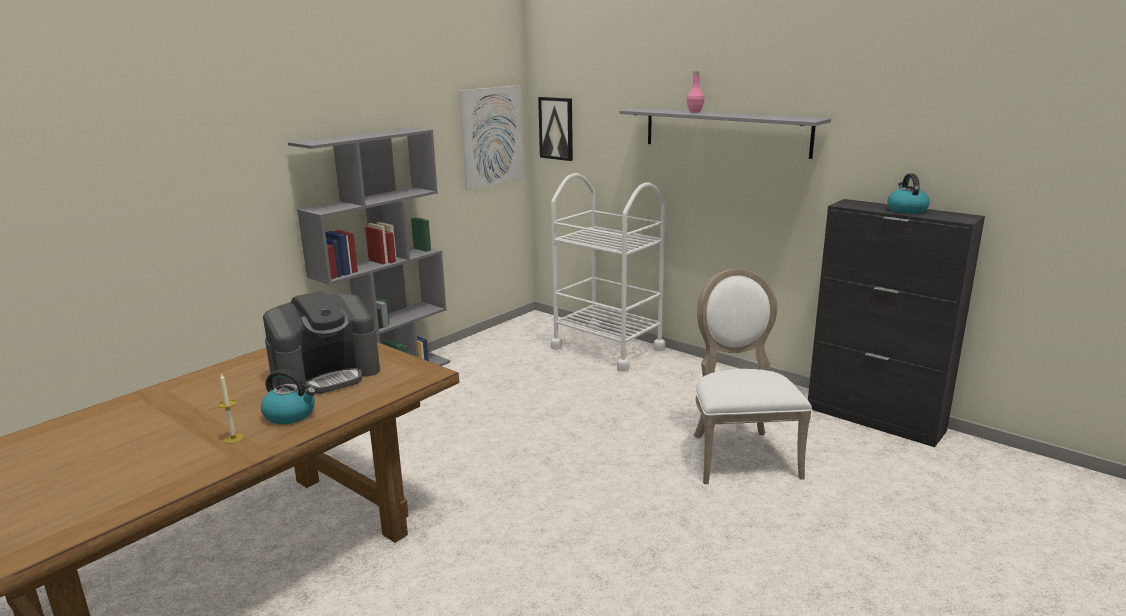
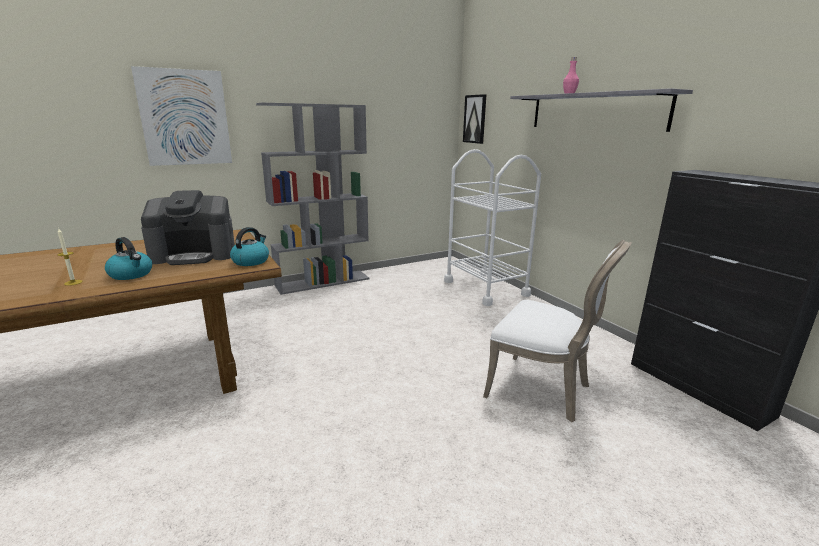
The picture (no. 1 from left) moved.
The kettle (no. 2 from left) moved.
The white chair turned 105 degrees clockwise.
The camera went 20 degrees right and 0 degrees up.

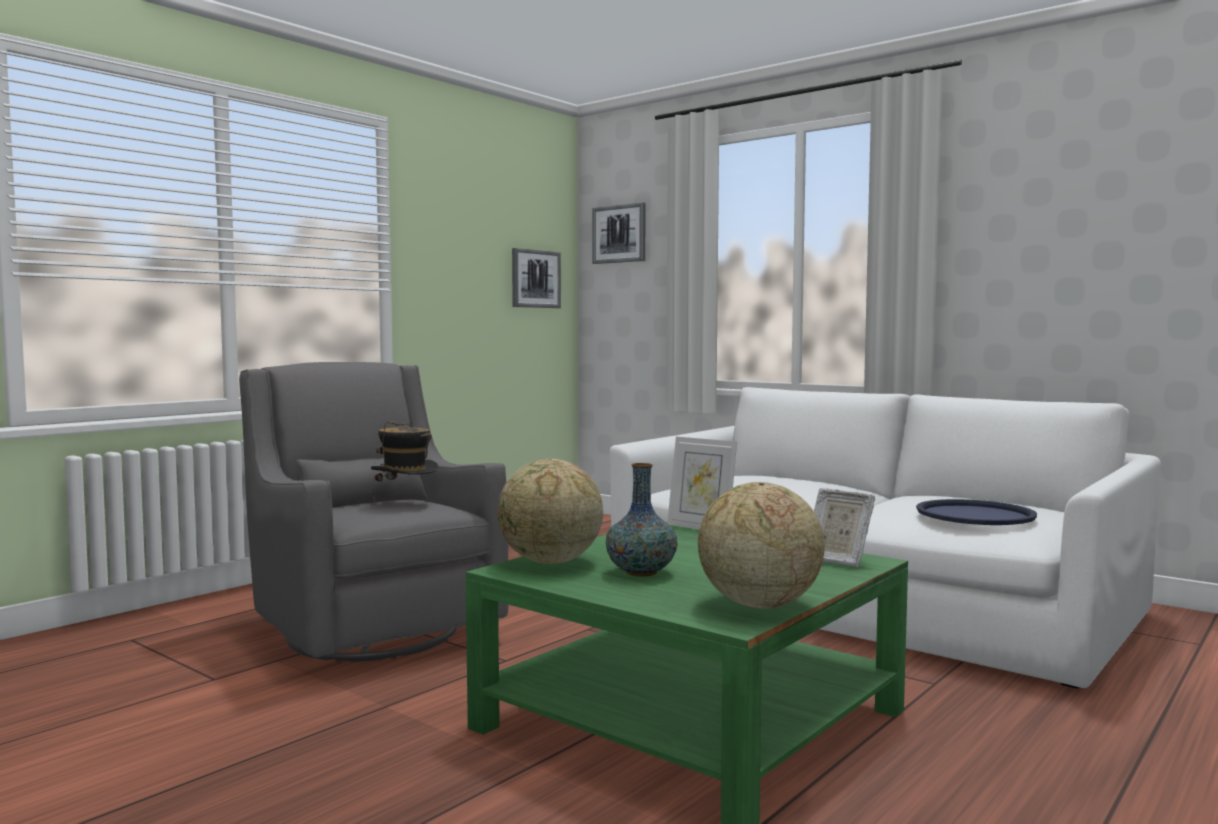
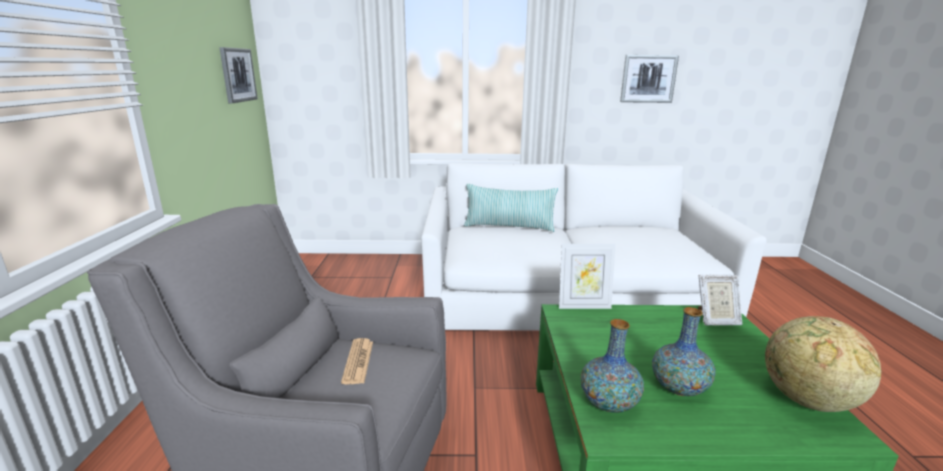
The picture (no. 2 from left) moved.
The hat was replaced by the newspaper.
The globe (no. 1 from left) was replaced by the vase (no. 1 from left).
The blue tray disappeared.
The pillow appeared.
The camera went 40 degrees left and 15 degrees up.

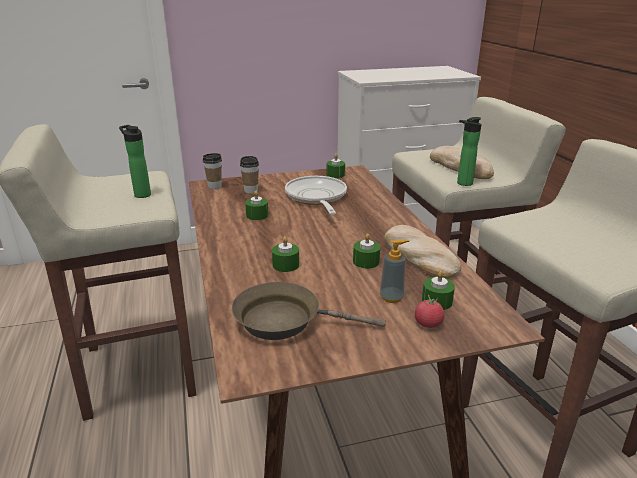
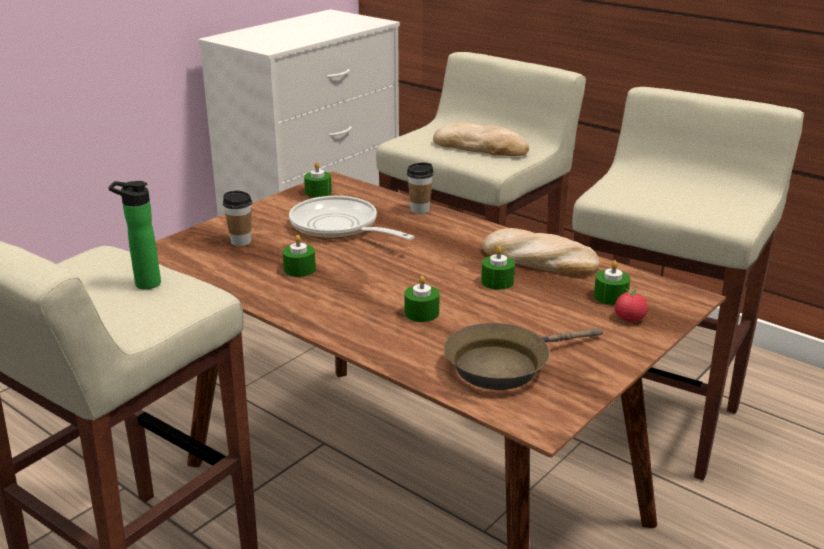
The bottle (no. 2 from left) disappeared.
The cup (no. 1 from left in the first image) moved.
The soap dispenser disappeared.
The camera went 35 degrees left and 0 degrees up.

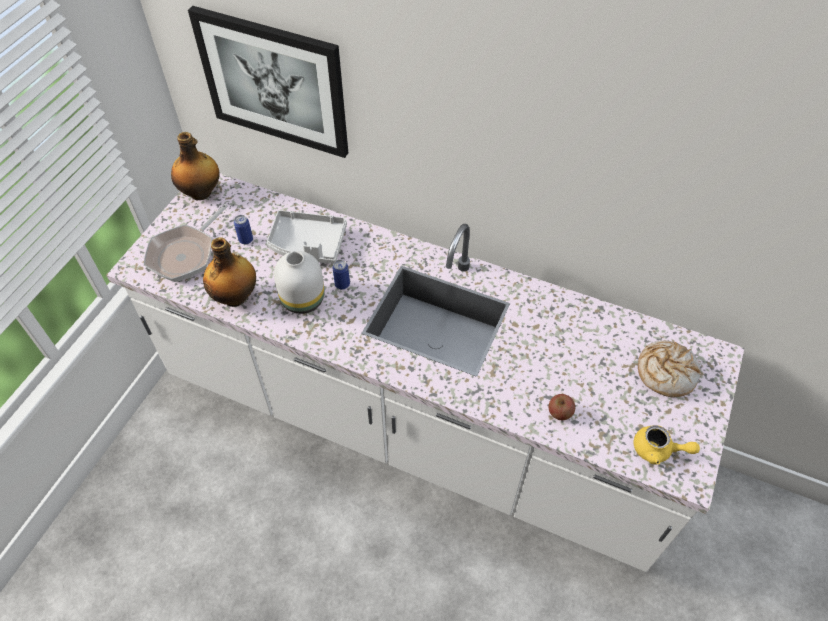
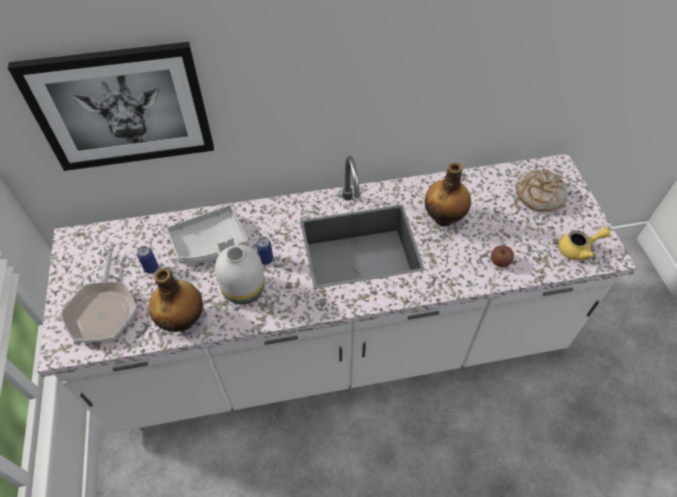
The bottle (no. 1 from left in the first image) moved.
The camera went 35 degrees left and 0 degrees up.

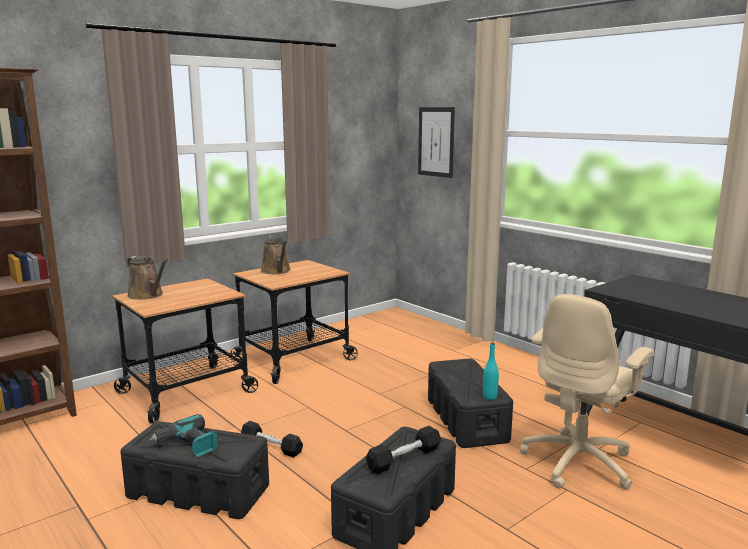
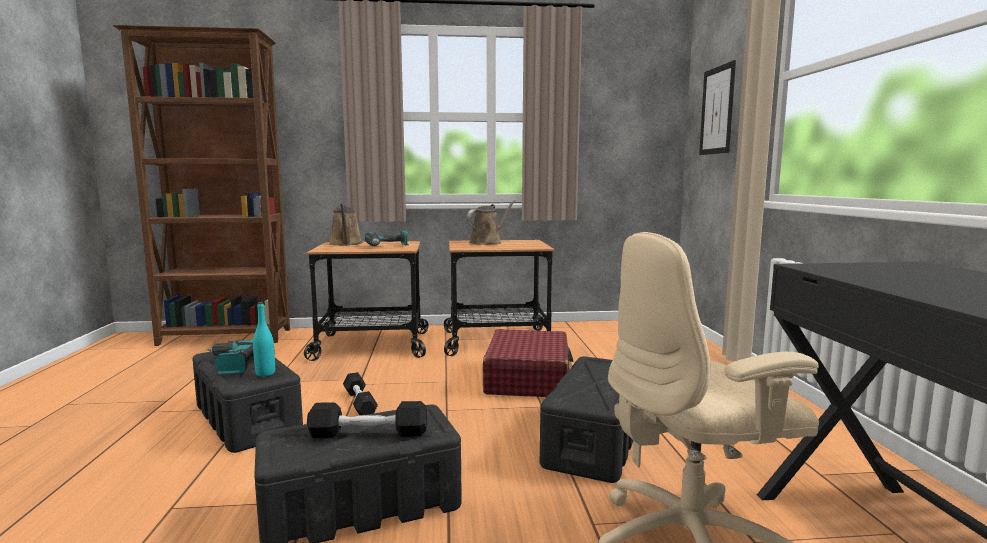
The brown watering can (no. 2 from left) turned 150 degrees counterclockwise.
The turquoise bottle moved.
The power drill (no. 2 from left) appeared.
The red suitcase appeared.
The camera went 35 degrees right and 5 degrees down.

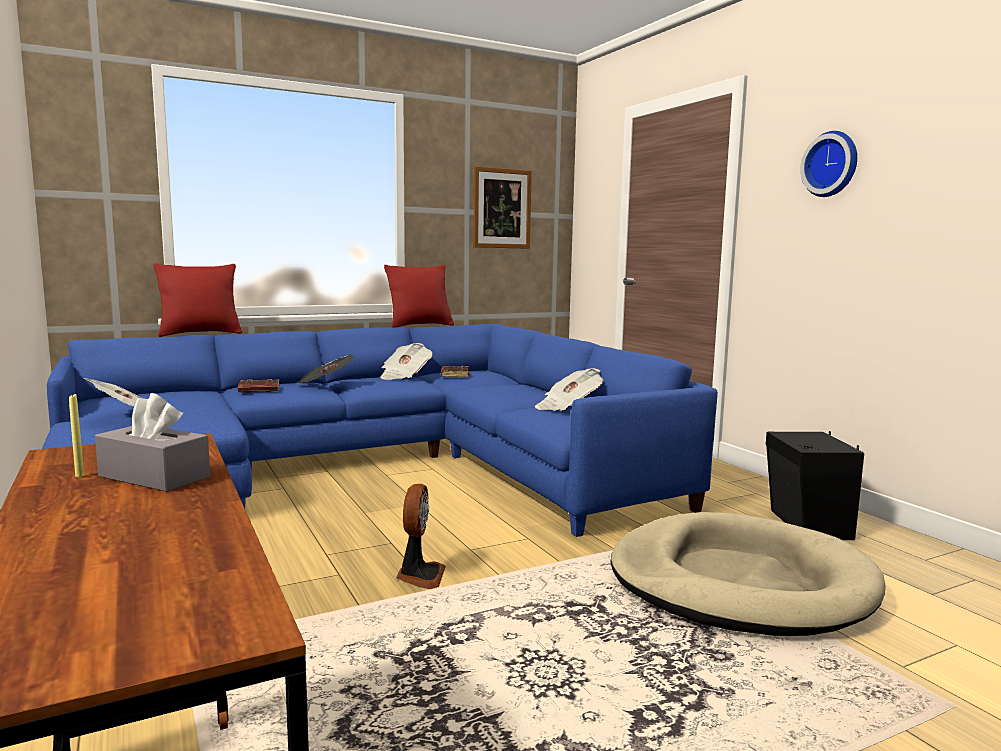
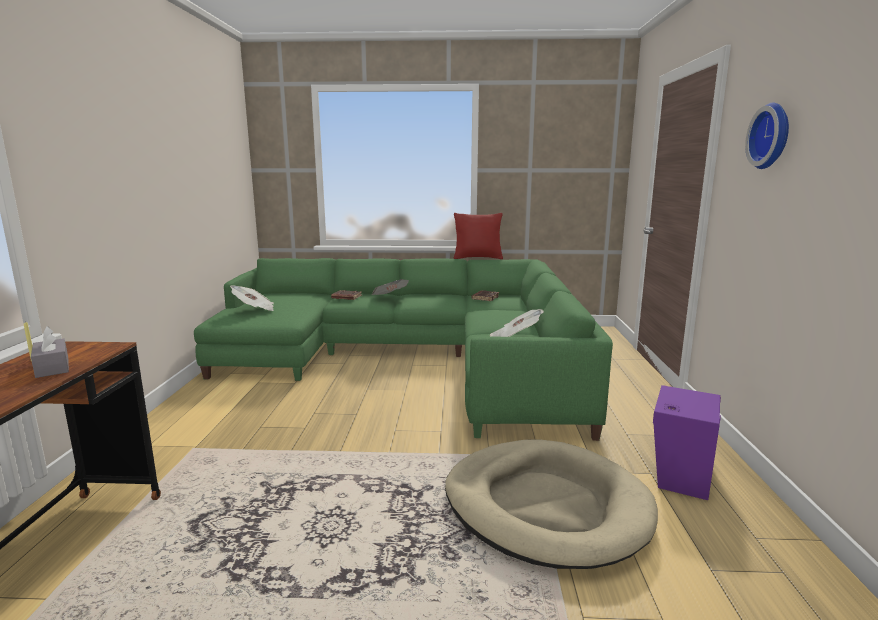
The picture disappeared.
The red pillow (no. 1 from left) disappeared.
The blue sofa became the green sofa.
The newspaper (no. 3 from left) disappeared.
The black speaker became the purple speaker.
The fan disappeared.
The camera went 30 degrees right and 5 degrees up.

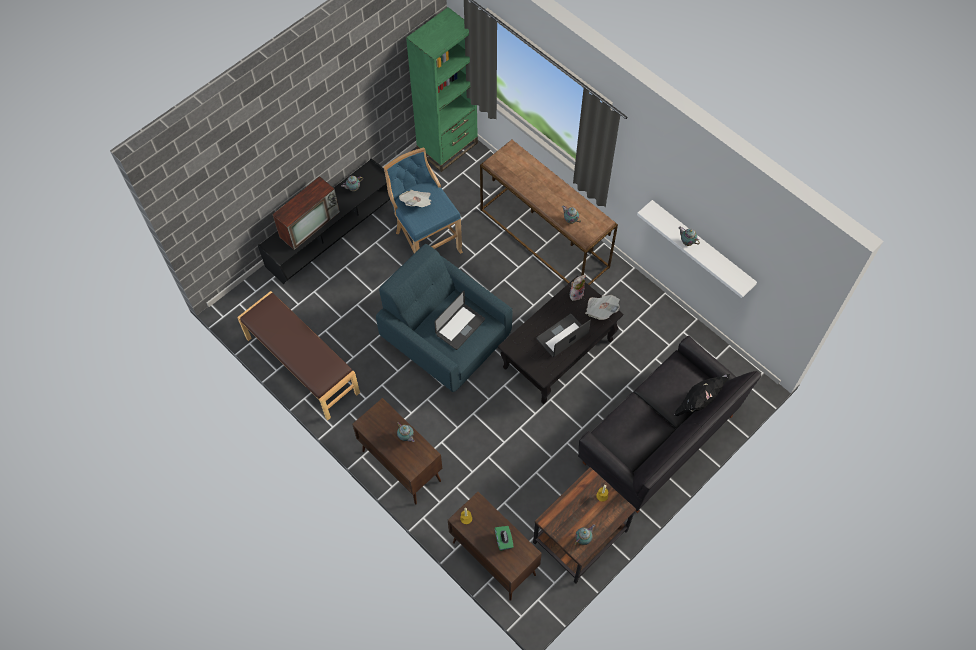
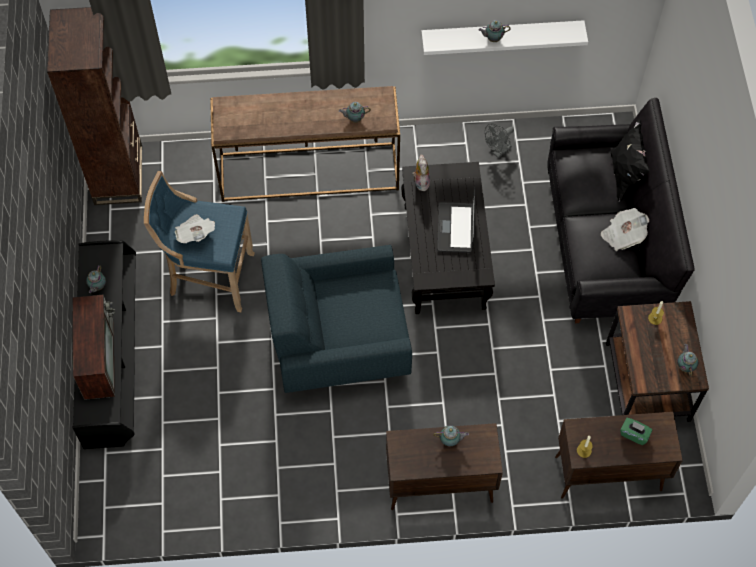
The green bookcase became the brown bookcase.
The brown bench disappeared.
The laptop (no. 1 from left) disappeared.
The newspaper (no. 2 from left) moved.
The grey fan appeared.
The camera went 50 degrees left and 0 degrees up.

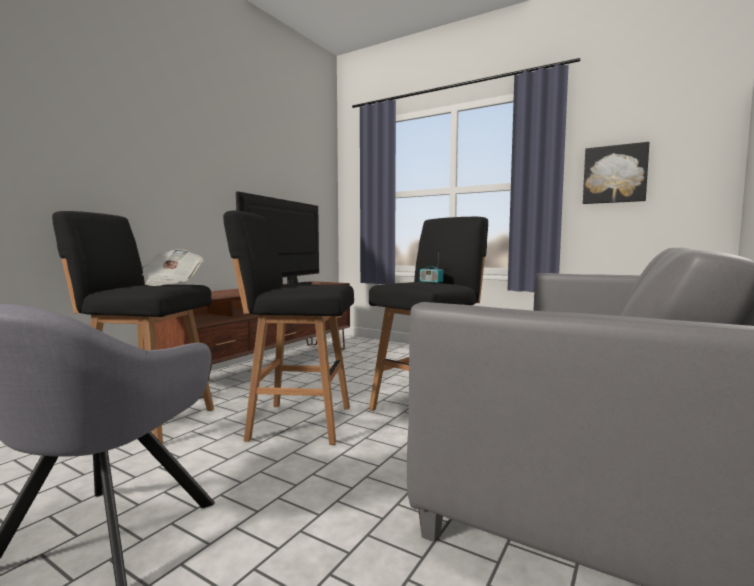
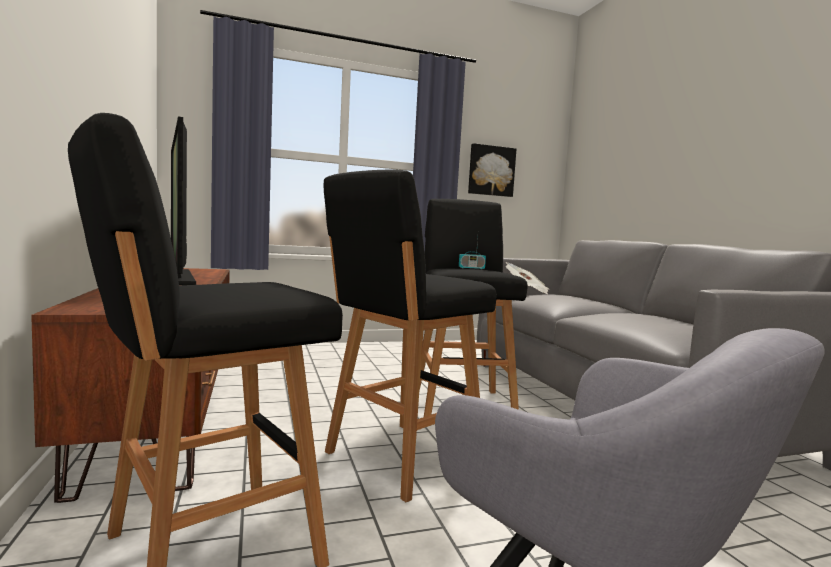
The newspaper moved.
The camera went 50 degrees left and 0 degrees up.

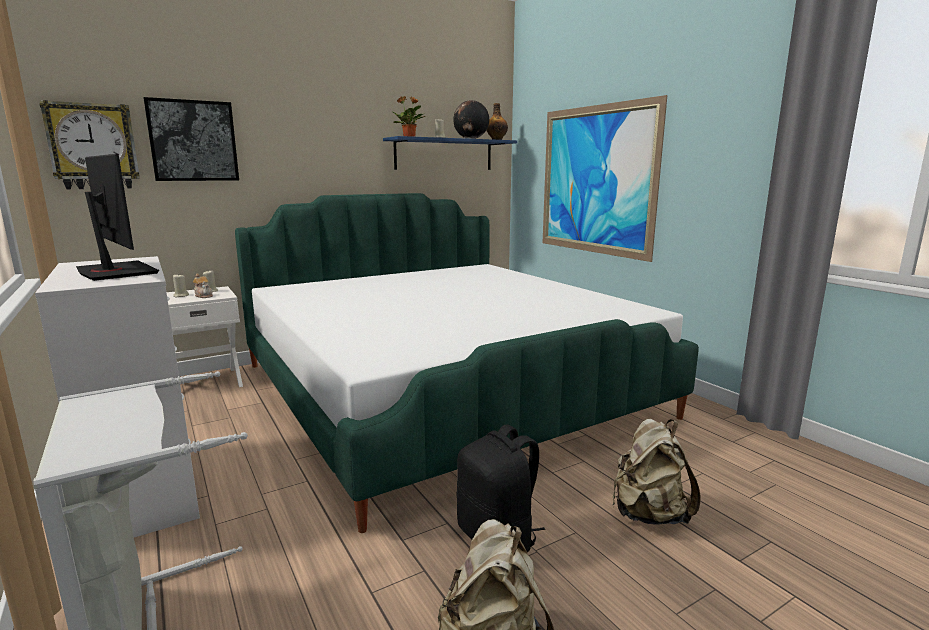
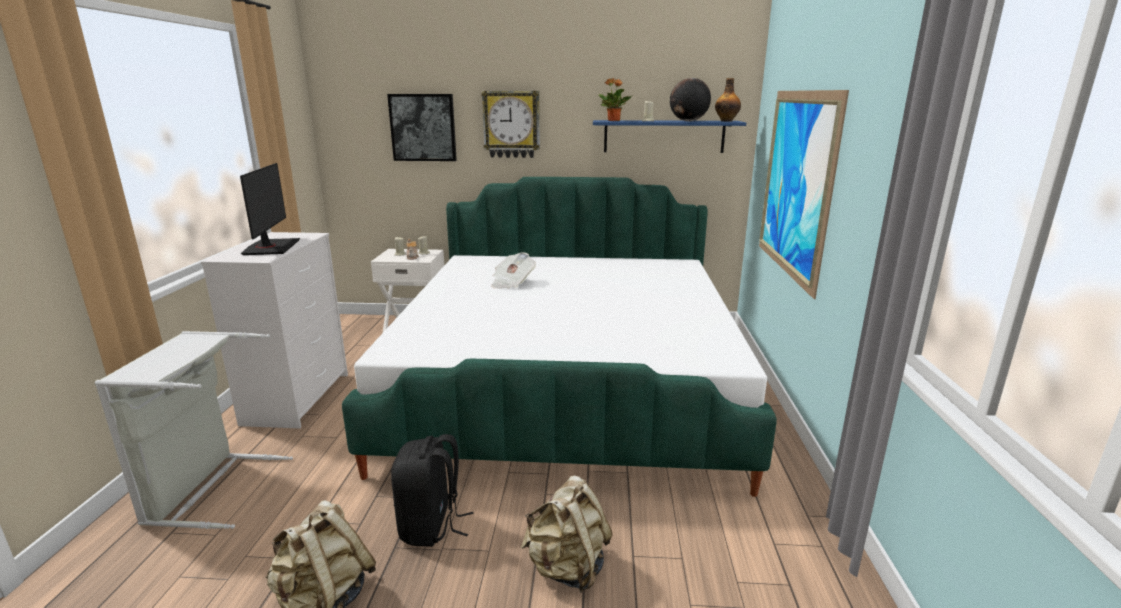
The wall clock moved.
The newspaper appeared.
The camera went 35 degrees right and 5 degrees up.

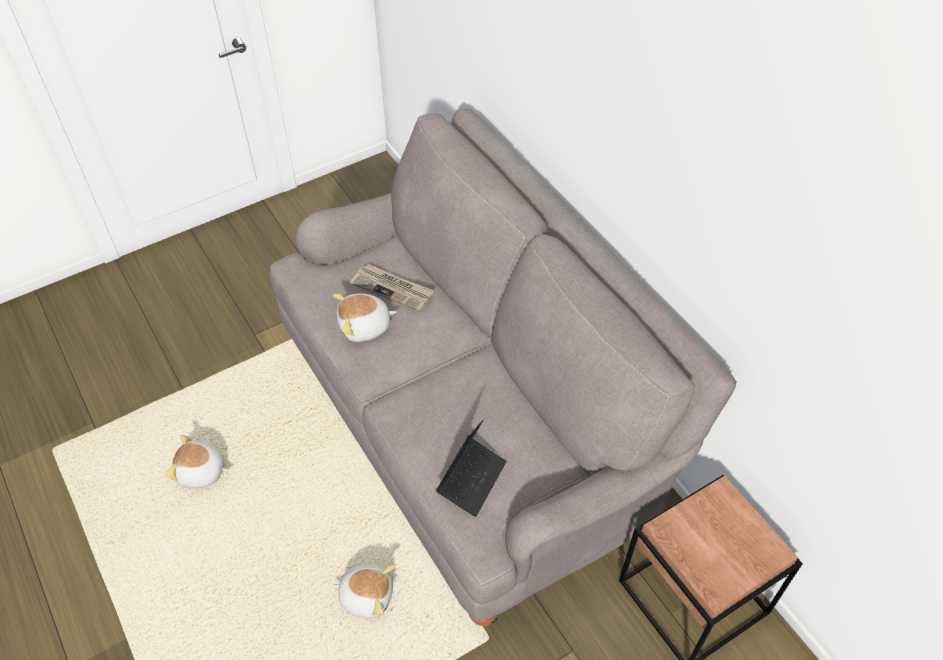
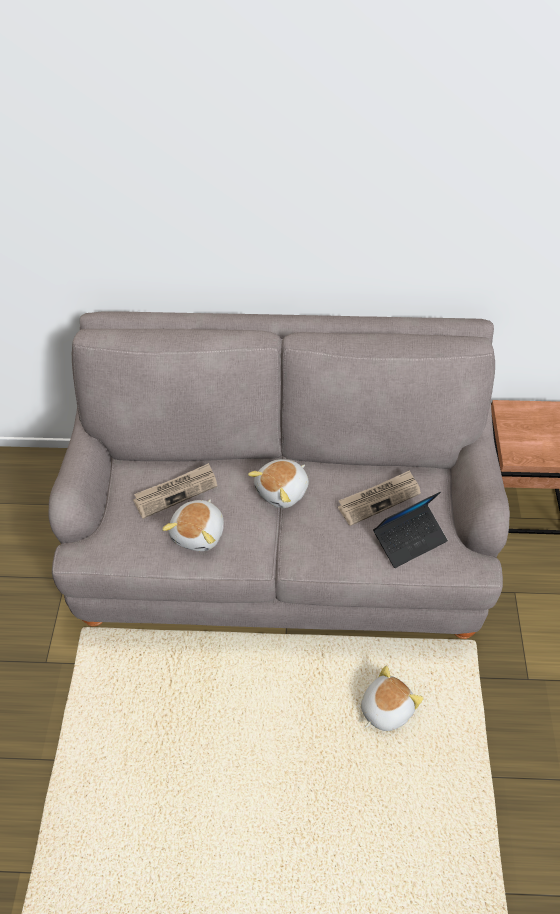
The laptop turned 90 degrees clockwise.
The plush toy (no. 1 from left in the first image) moved.
The newspaper (no. 2 from left) appeared.
The camera went 55 degrees left and 0 degrees up.

